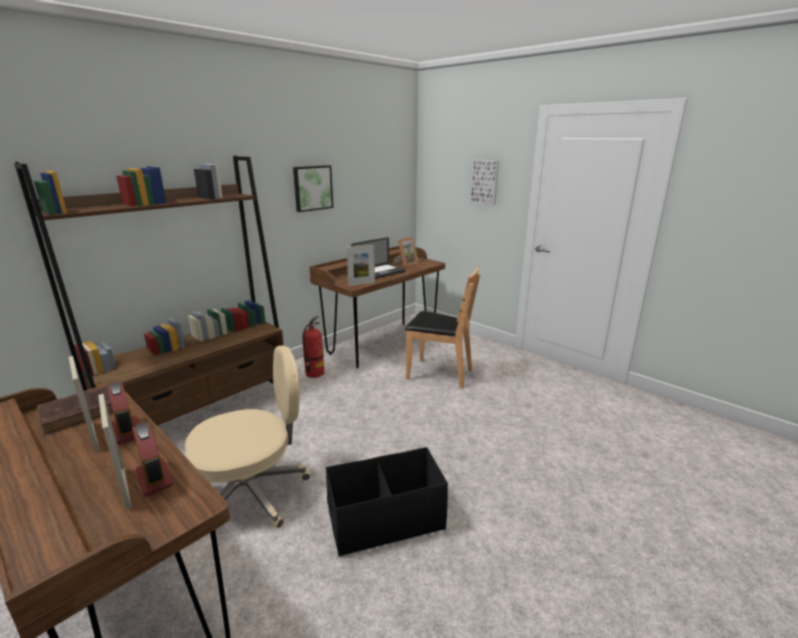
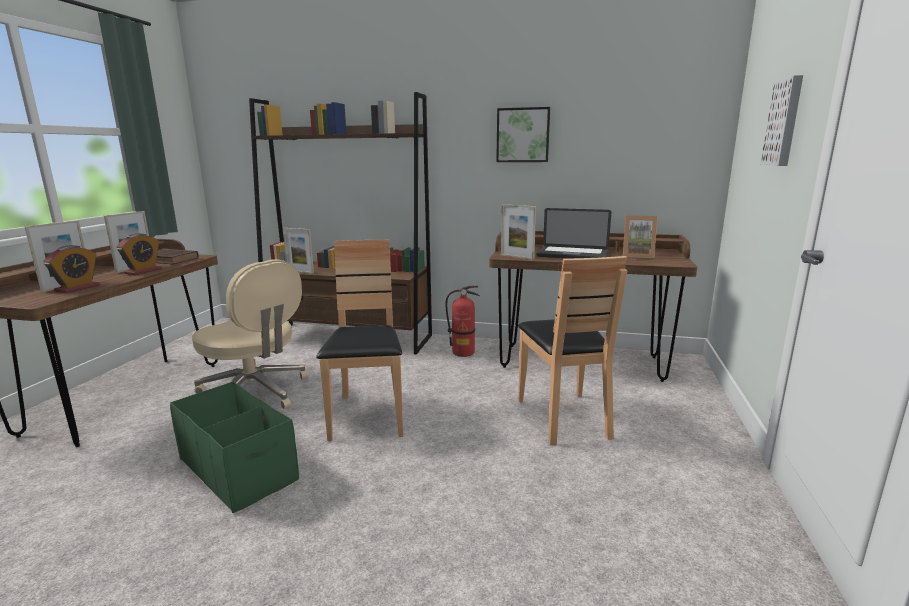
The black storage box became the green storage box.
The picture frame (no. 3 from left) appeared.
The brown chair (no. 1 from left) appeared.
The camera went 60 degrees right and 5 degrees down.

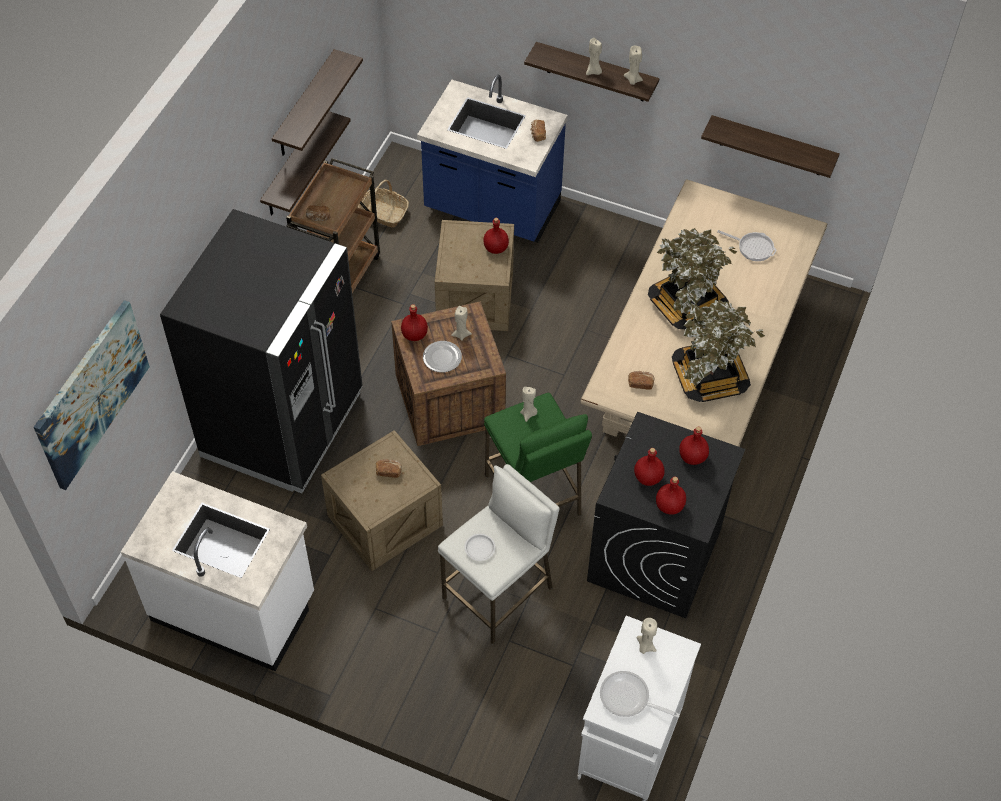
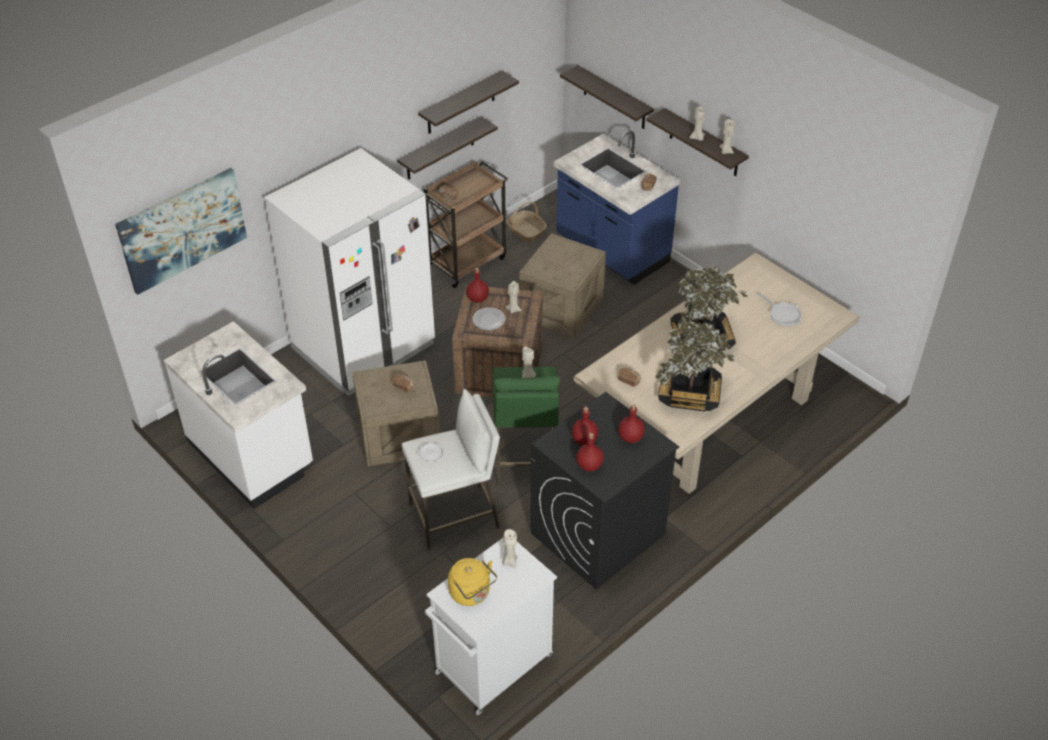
The shelf (no. 4 from left in the first image) moved.
The black fridge became the white fridge.
The red bottle (no. 2 from left) disappeared.
The frying pan (no. 1 from left) was replaced by the yellow kettle.
The camera went 25 degrees right and 10 degrees down.

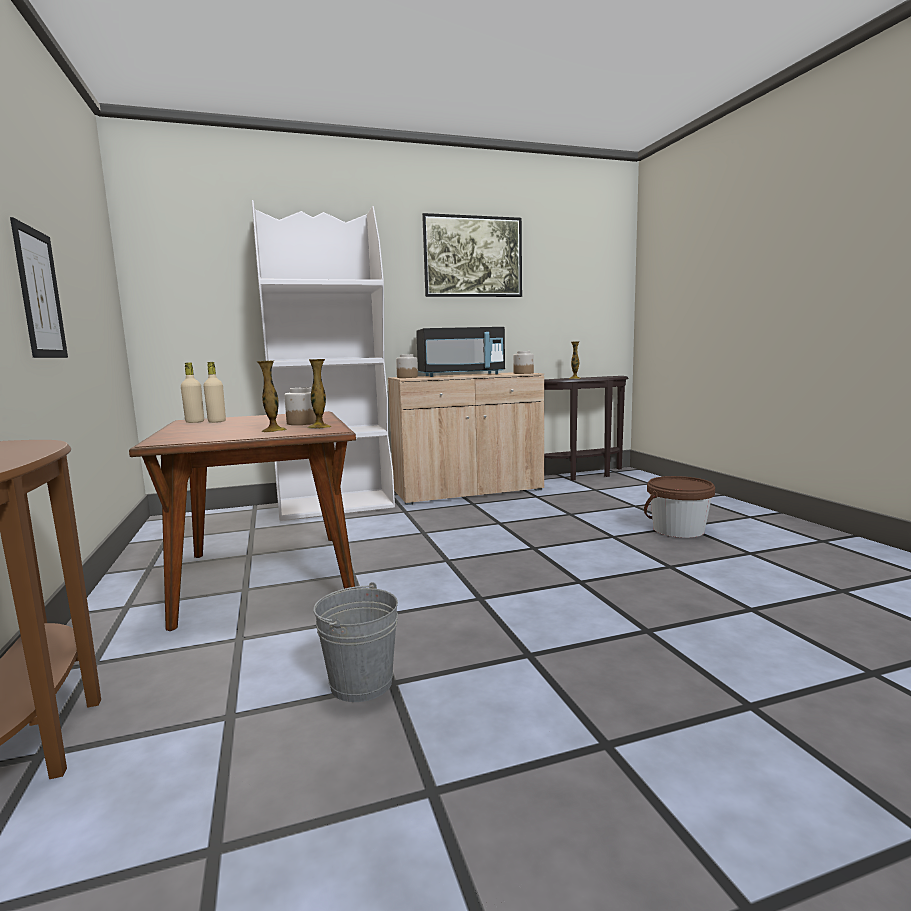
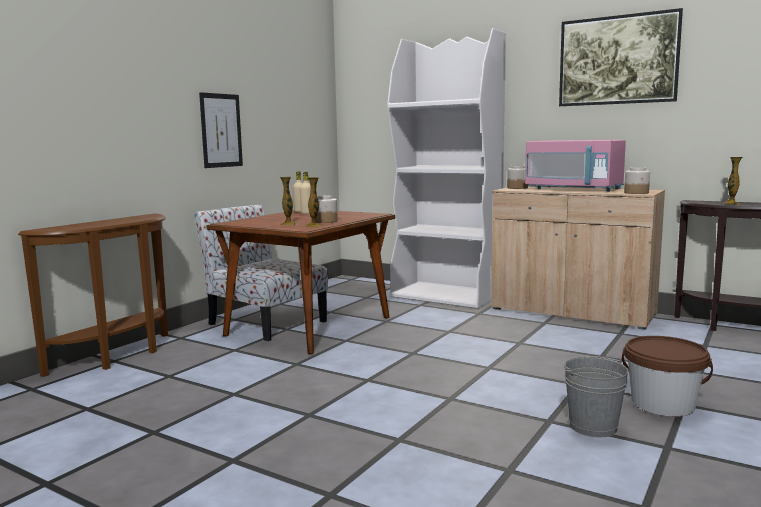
The black microwave became the pink microwave.
The grey bucket moved.
The chair appeared.
The camera went 50 degrees right and 0 degrees up.

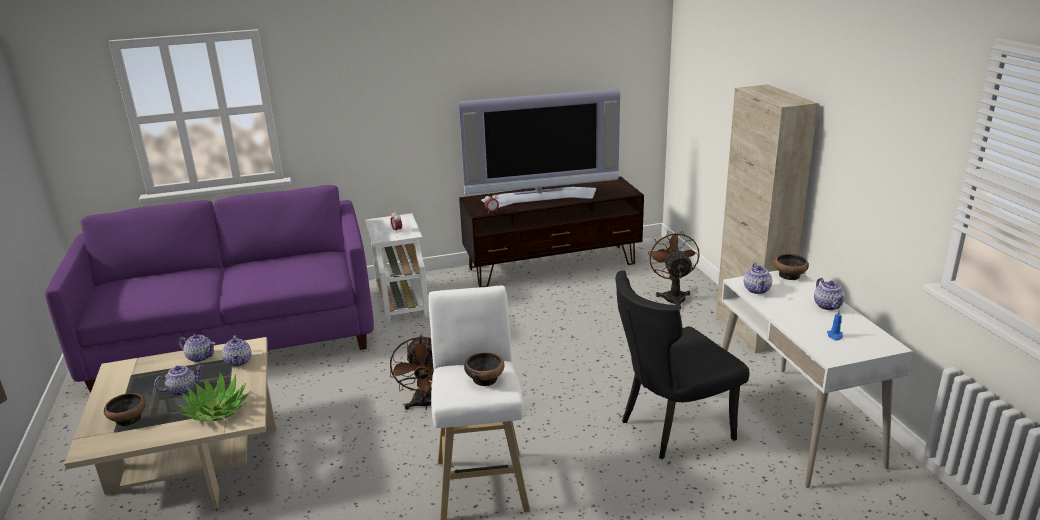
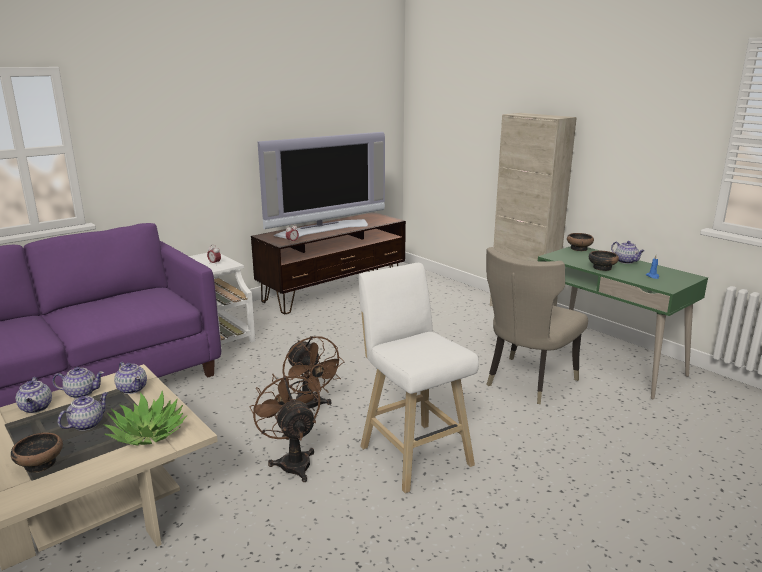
The brown fan (no. 2 from left in the first image) moved.
The teapot (no. 4 from left in the first image) moved.
The black chair became the beige chair.
The white desk became the green desk.
The bowl (no. 2 from left in the first image) moved.
The camera went 25 degrees left and 5 degrees down.

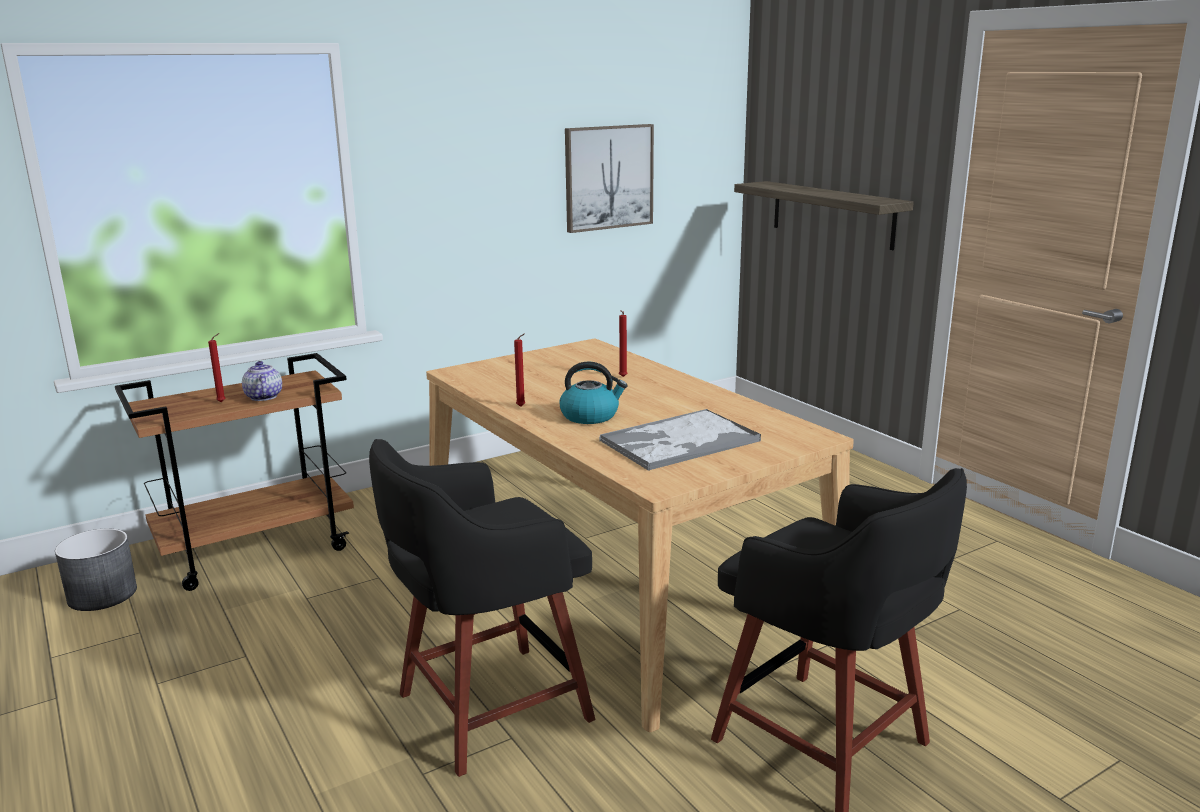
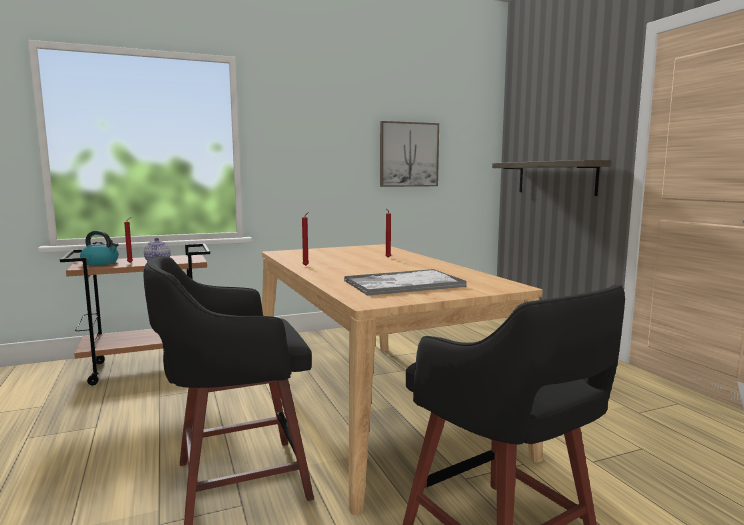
The kettle moved.
The grey planter disappeared.
The camera went 10 degrees right and 10 degrees down.

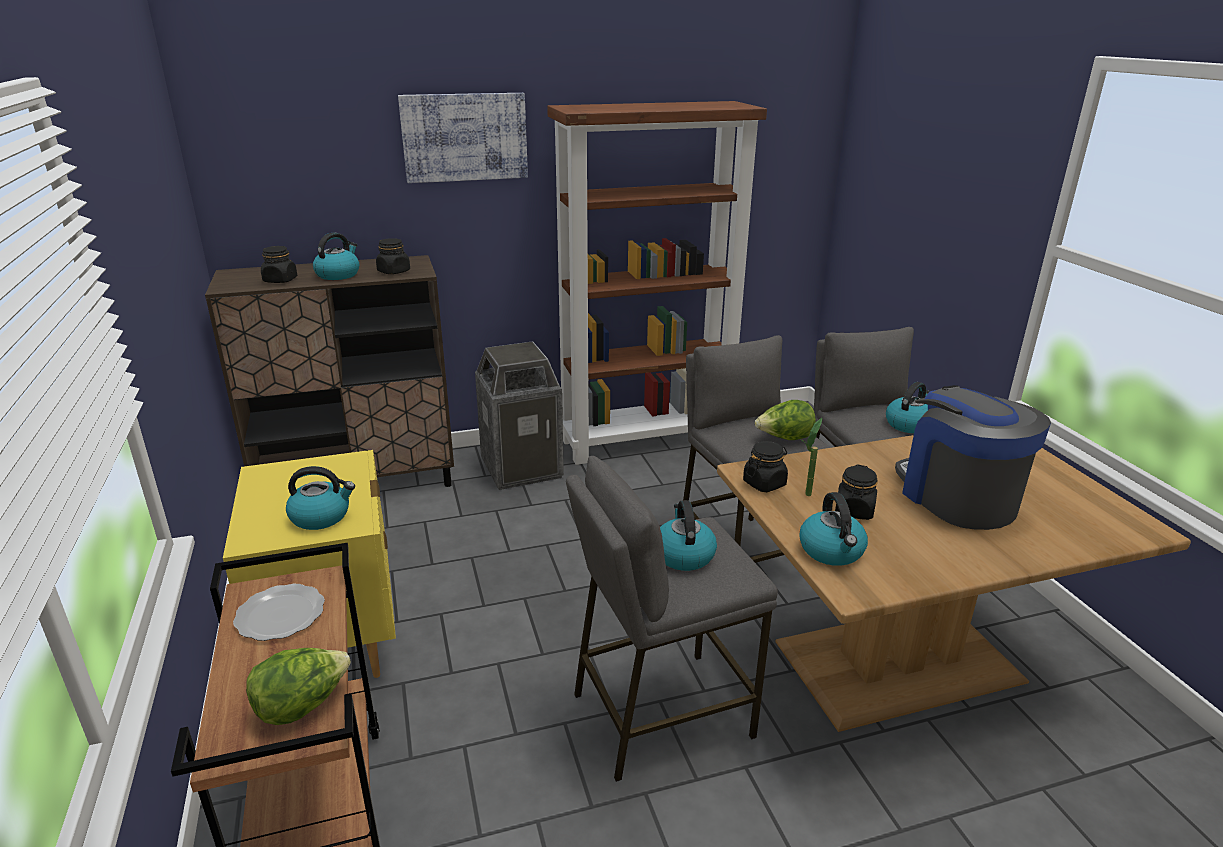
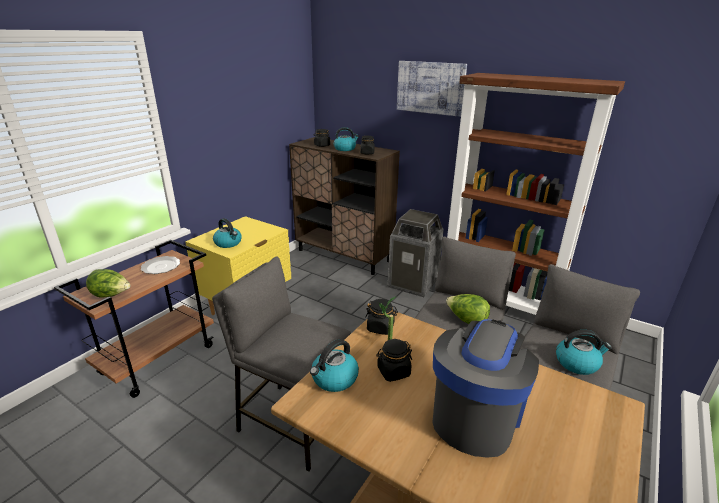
The kettle (no. 3 from left) disappeared.
The camera went 50 degrees right and 0 degrees up.

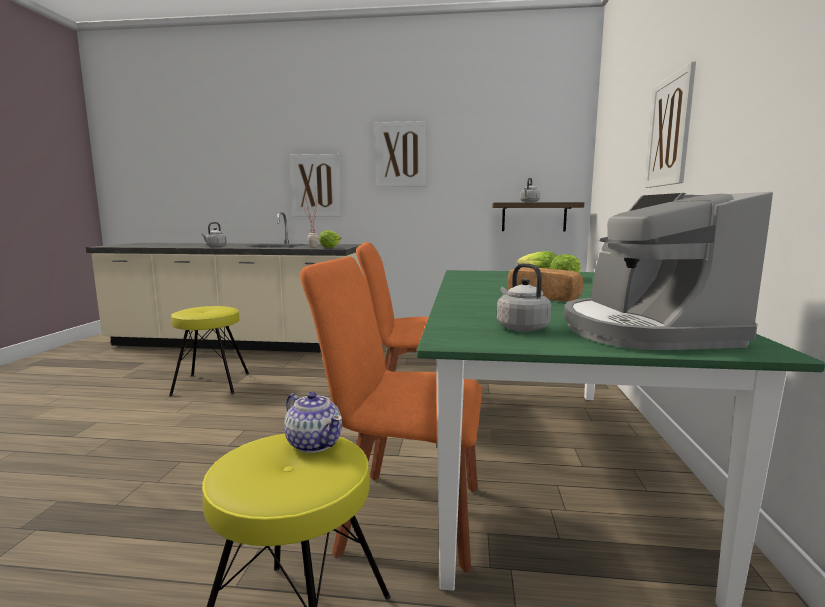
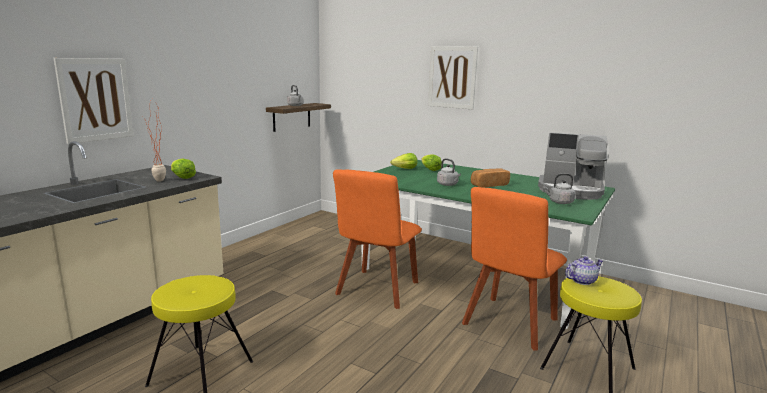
The picture (no. 2 from left) disappeared.
The grey kettle (no. 1 from left in the first image) moved.
The camera went 65 degrees left and 5 degrees up.

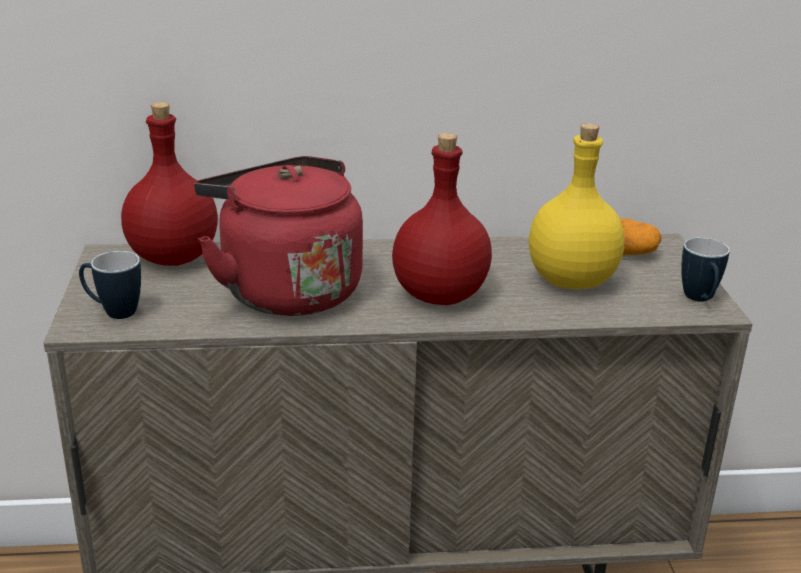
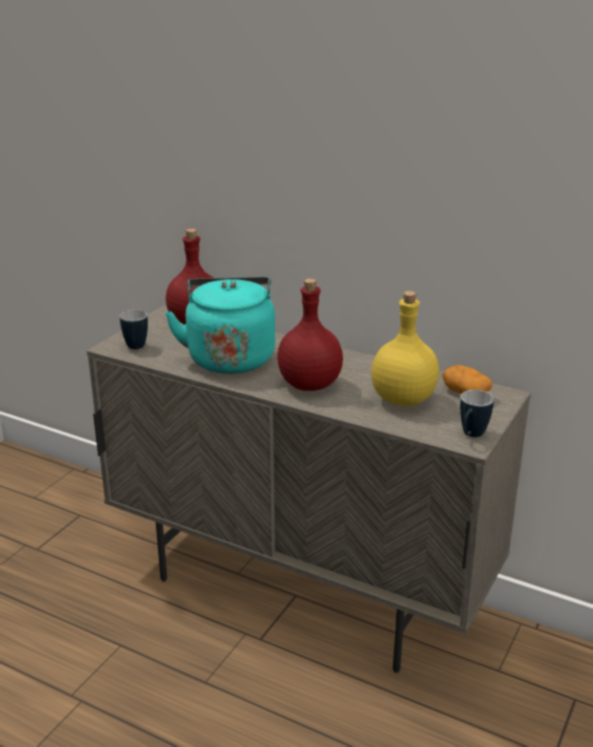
The red kettle became the turquoise kettle.
The camera went 35 degrees right and 0 degrees up.

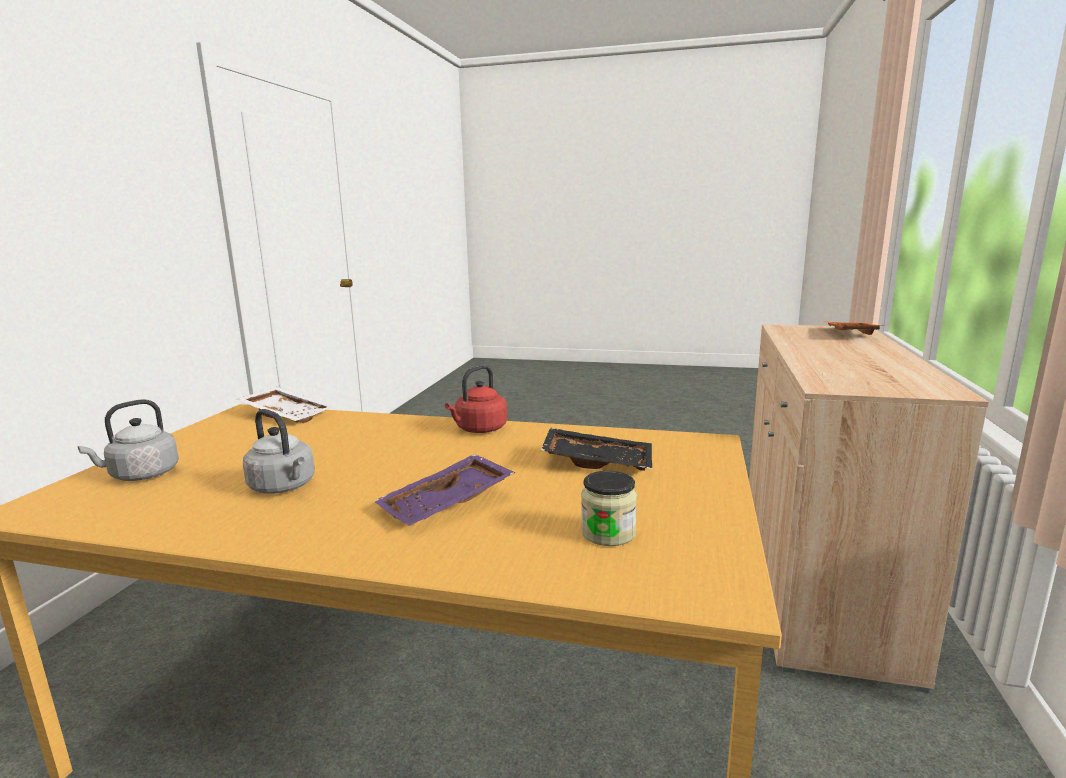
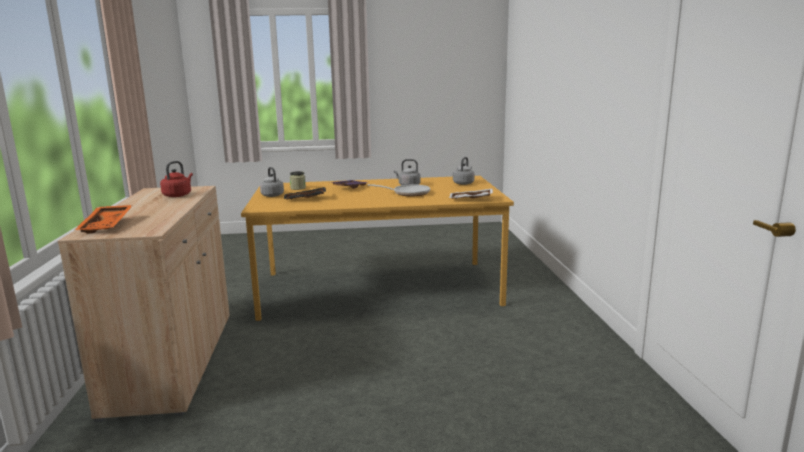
The red kettle moved.
The grey kettle (no. 1 from left) appeared.
The frying pan appeared.
The camera went 160 degrees right and 0 degrees up.

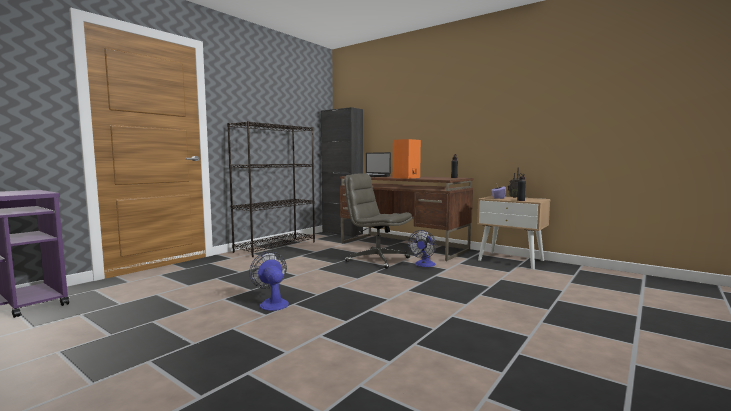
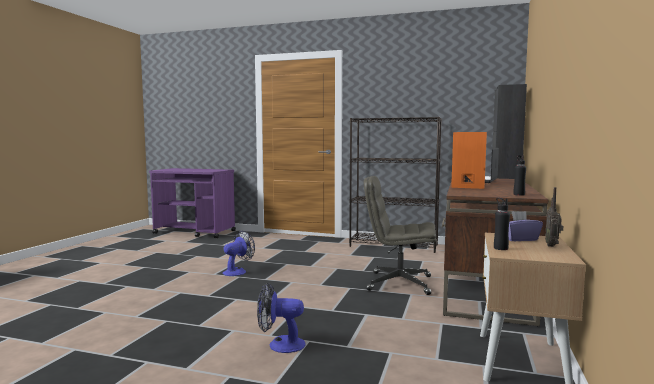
The grey office chair turned 90 degrees counterclockwise.
The fan (no. 2 from left) moved.
The camera went 70 degrees right and 0 degrees up.

